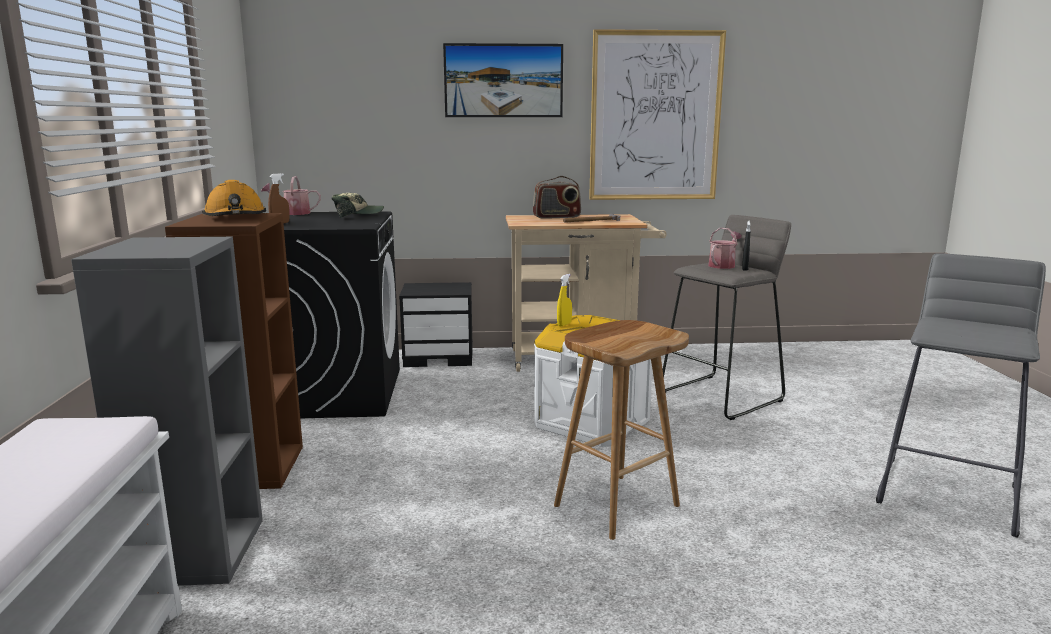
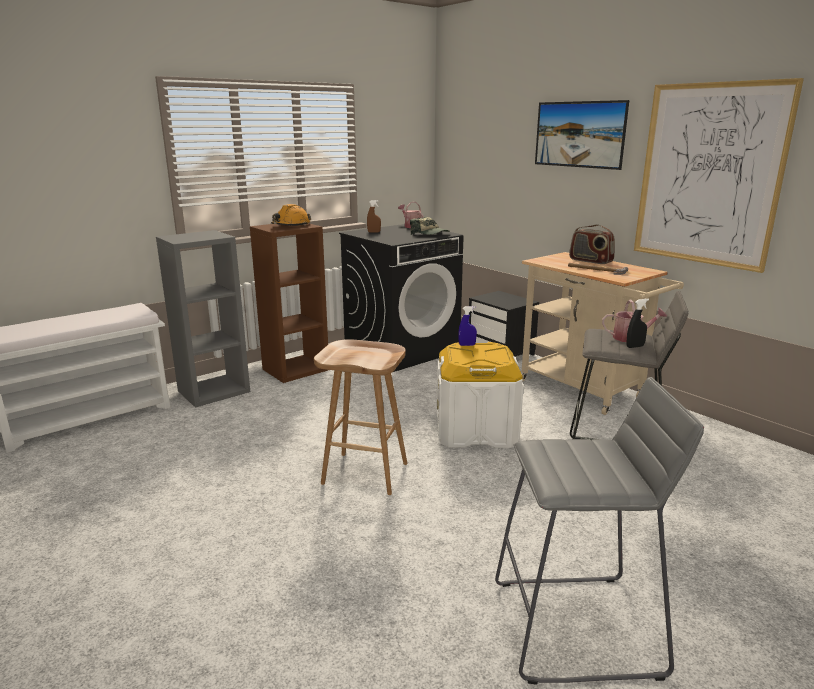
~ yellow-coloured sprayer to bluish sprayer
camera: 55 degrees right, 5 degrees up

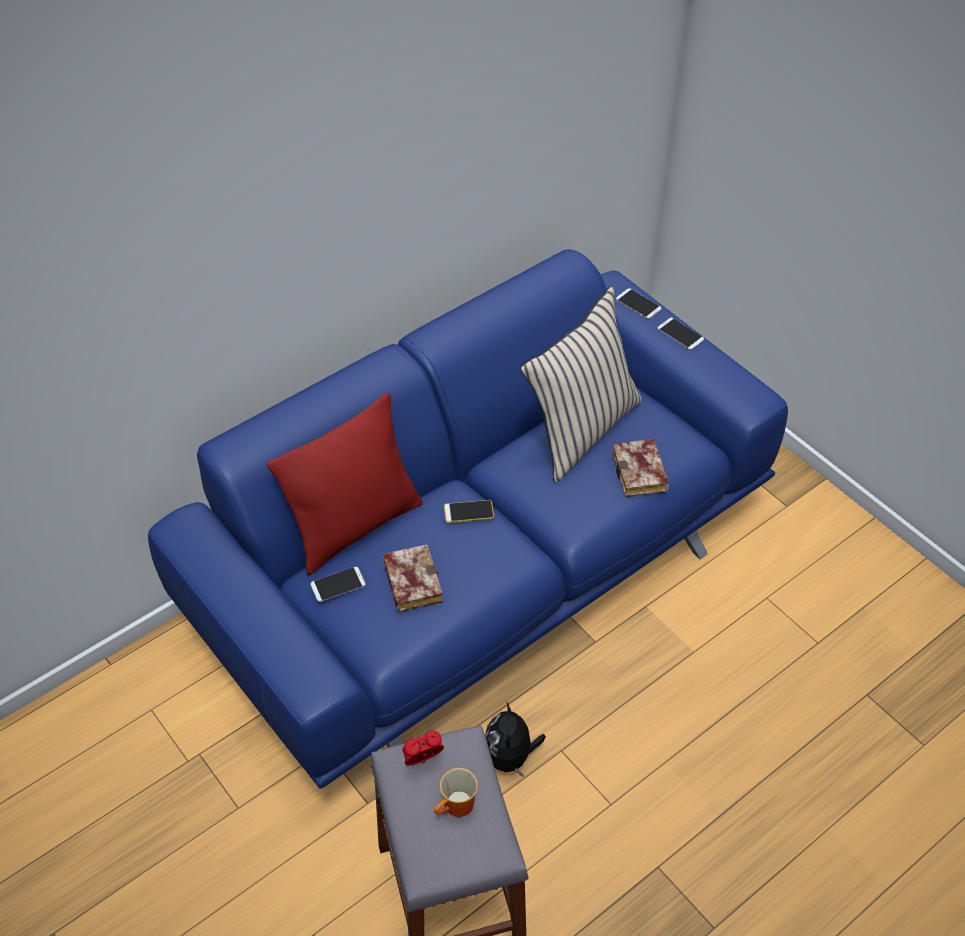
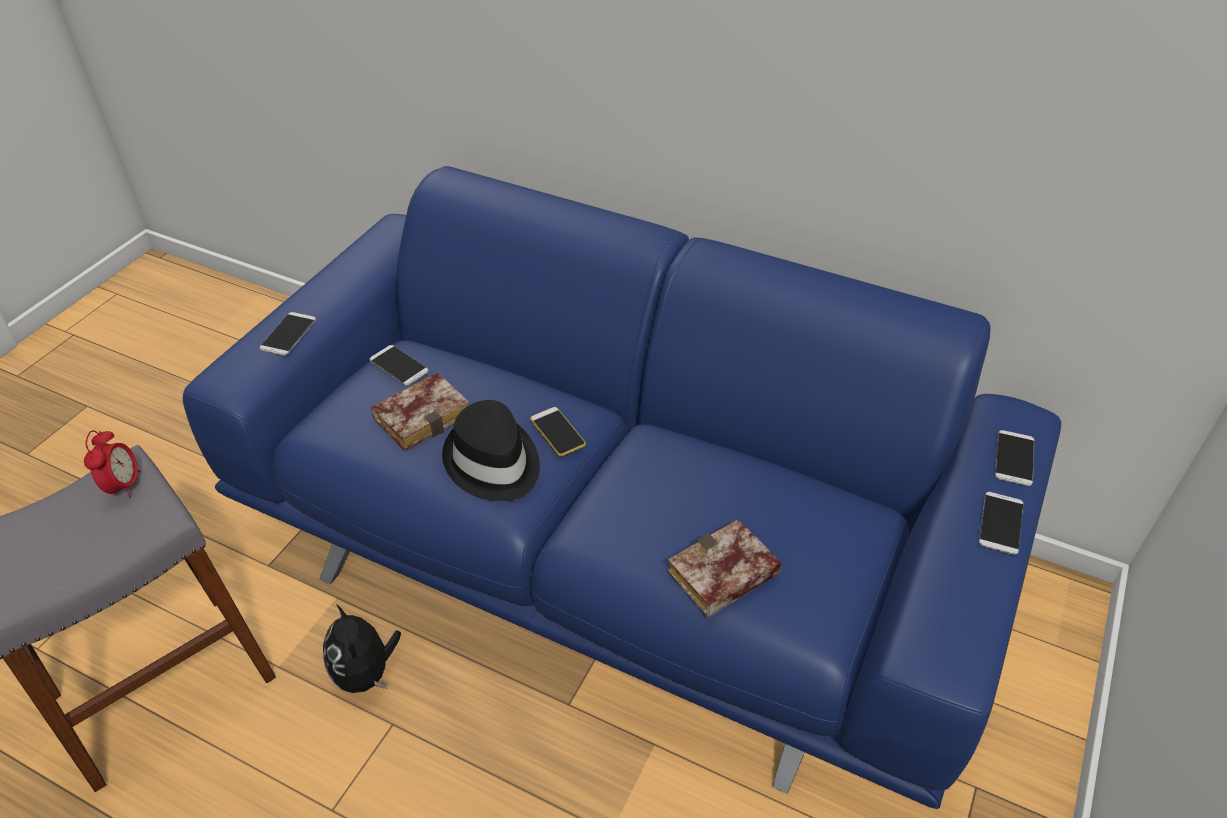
- red pillow
~ bedside clock 45 degrees clockwise
- mug
~ cuddly toy 90 degrees counterclockwise
- beige pillow
+ phone (no. 1 from left)
+ black clothing hat
camera: 65 degrees right, 5 degrees down

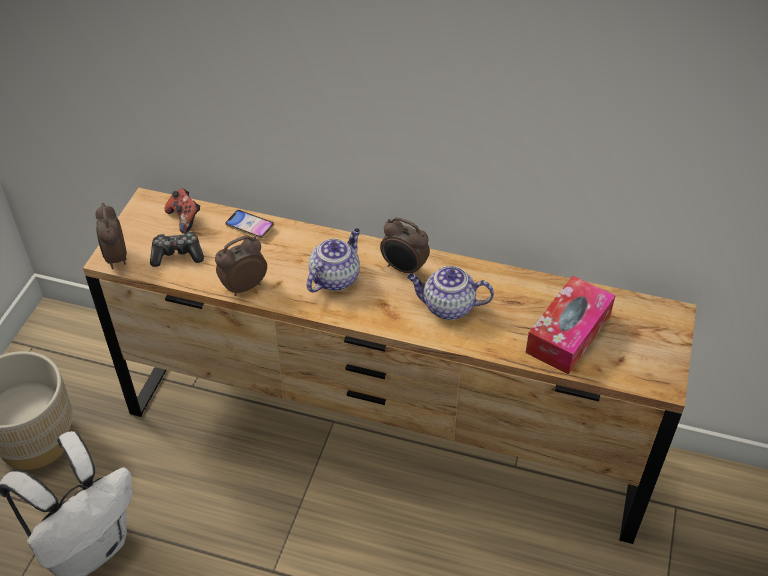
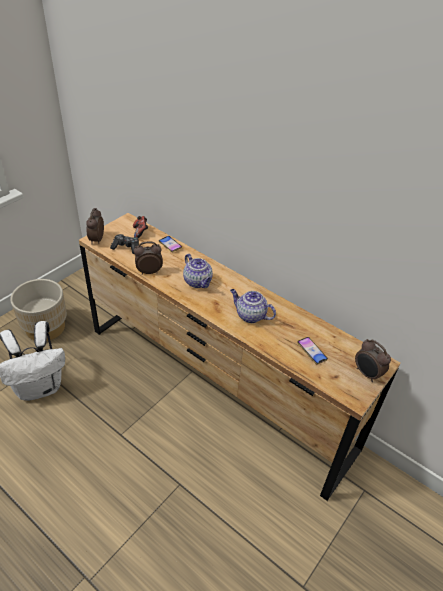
~ teapot (no. 1 from left) 90 degrees clockwise
~ bedside clock (no. 3 from left)
~ box of tissues to phone (no. 2 from left)
camera: 20 degrees right, 5 degrees down

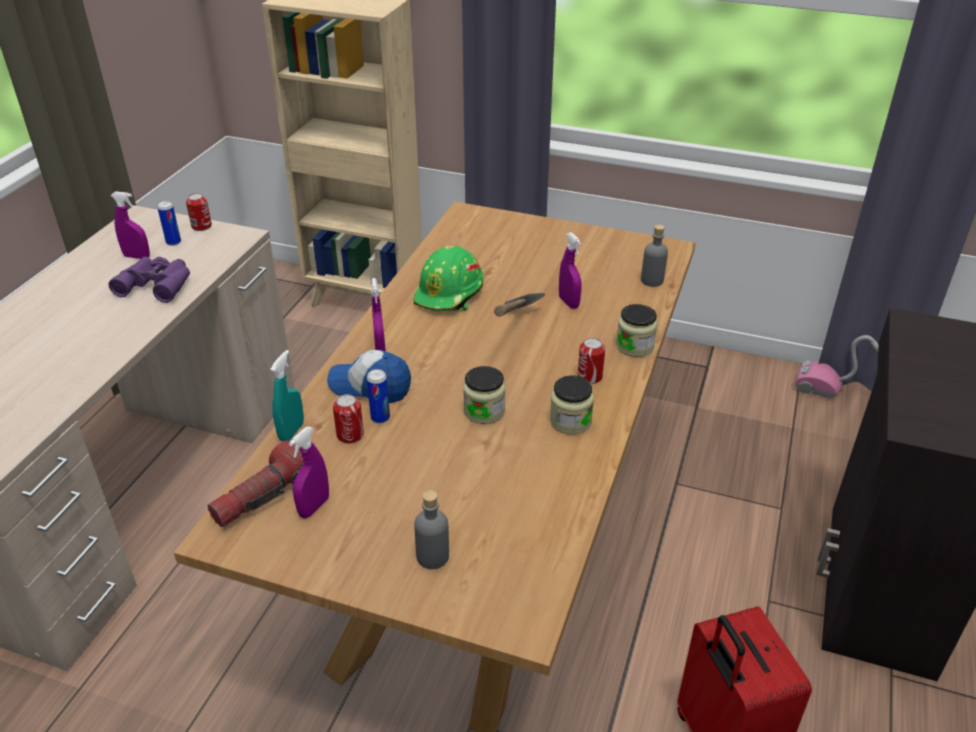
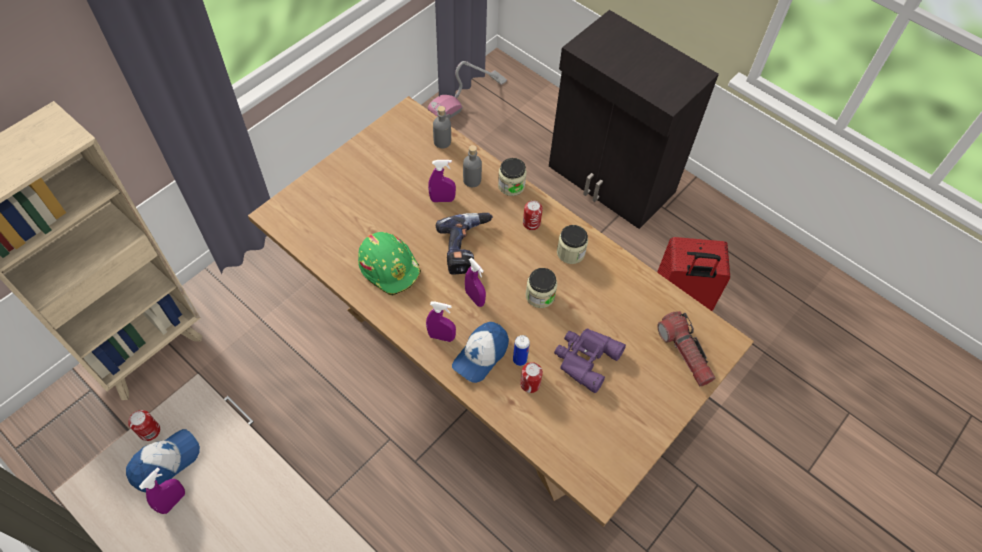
~ purplish binoculars
~ sealed can (no. 1 from left) to baseball cap (no. 1 from left)
~ hand torch
- turquoise sprayer
~ purplish sprayer (no. 2 from left in the first image) to purplish sprayer (no. 4 from left)
~ grey beverage bottle (no. 1 from left in the first image) to grey beverage bottle (no. 2 from left)
~ tool hammer to electric drill
camera: 70 degrees left, 20 degrees up

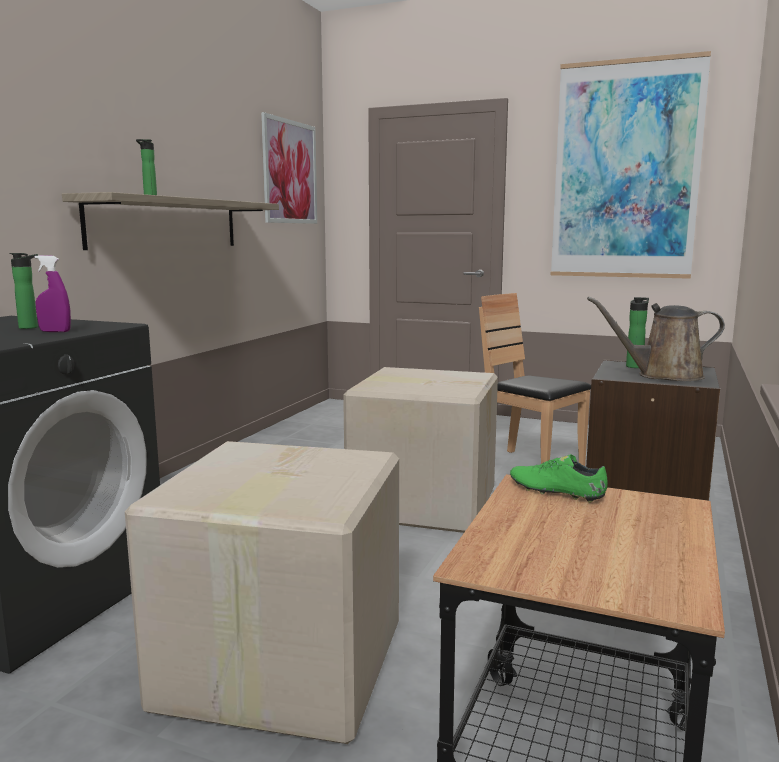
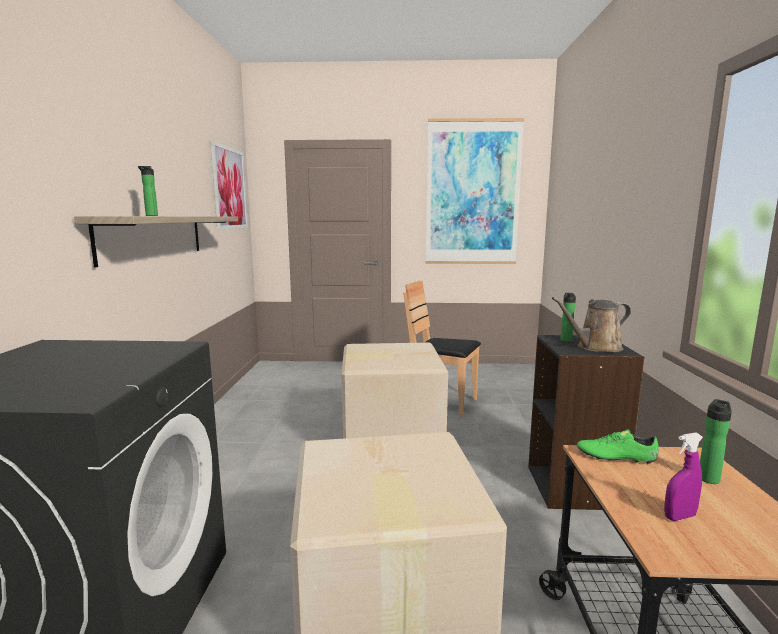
~ beverage bottle (no. 1 from left in the first image) to beverage bottle (no. 3 from left)
~ purplish sprayer
camera: 20 degrees left, 0 degrees up

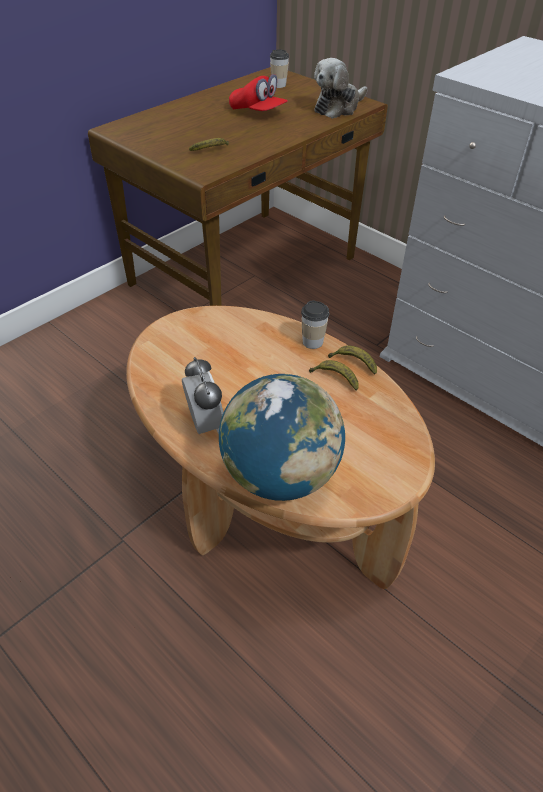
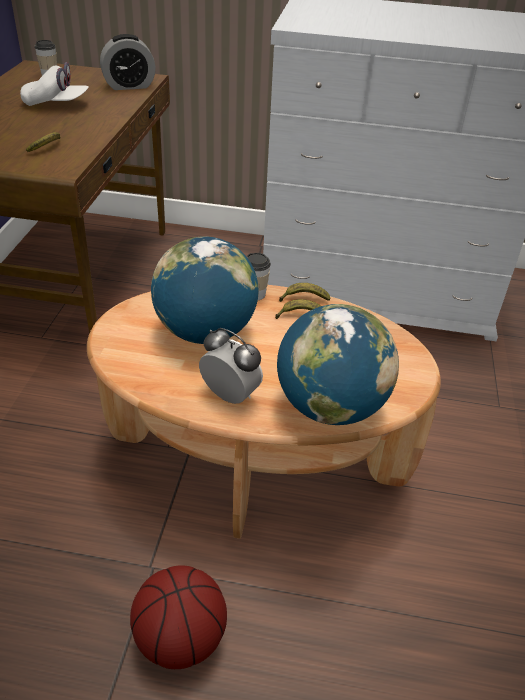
~ red baseball cap to white baseball cap
~ cuddly toy to bedside clock (no. 1 from left)
+ basketball
+ globe (no. 1 from left)
camera: 35 degrees left, 5 degrees down

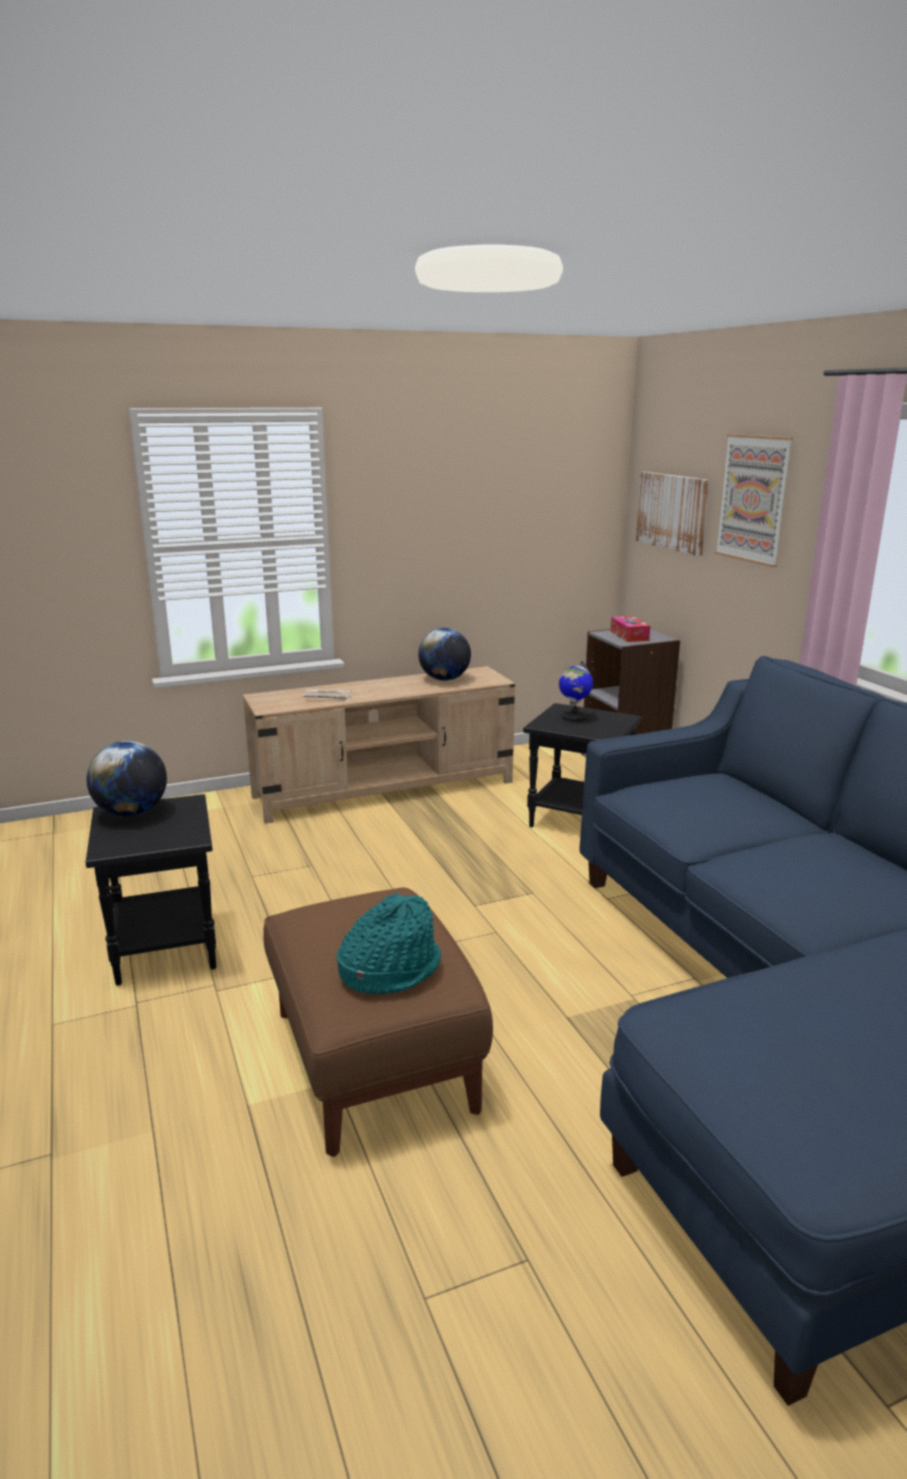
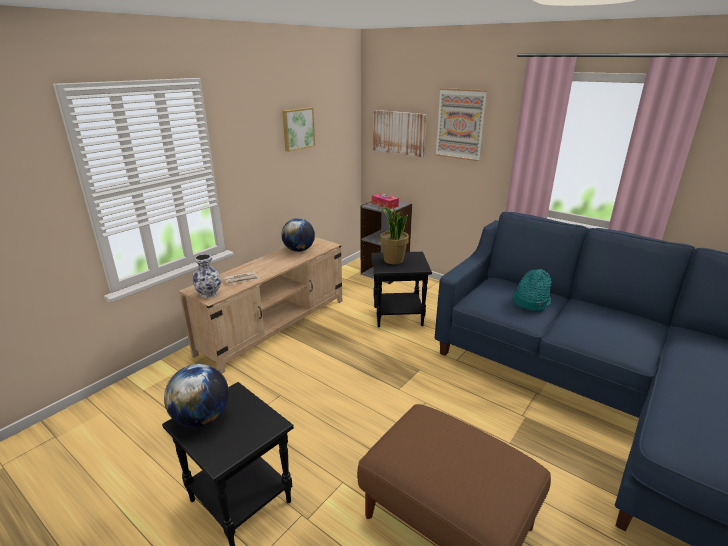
~ turquoise clothing hat
~ globe (no. 3 from left) to houseplant
+ flower vase
+ wall picture (no. 1 from left)
camera: 30 degrees left, 5 degrees up

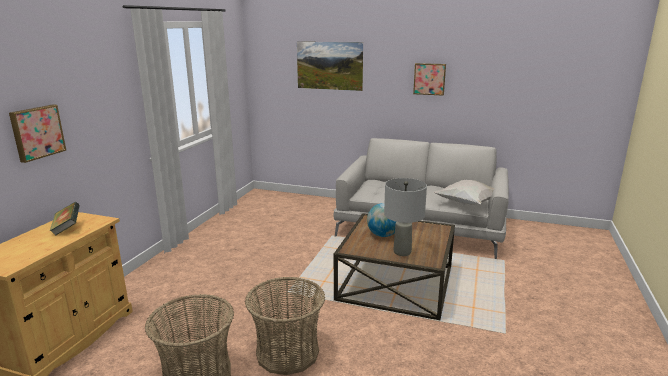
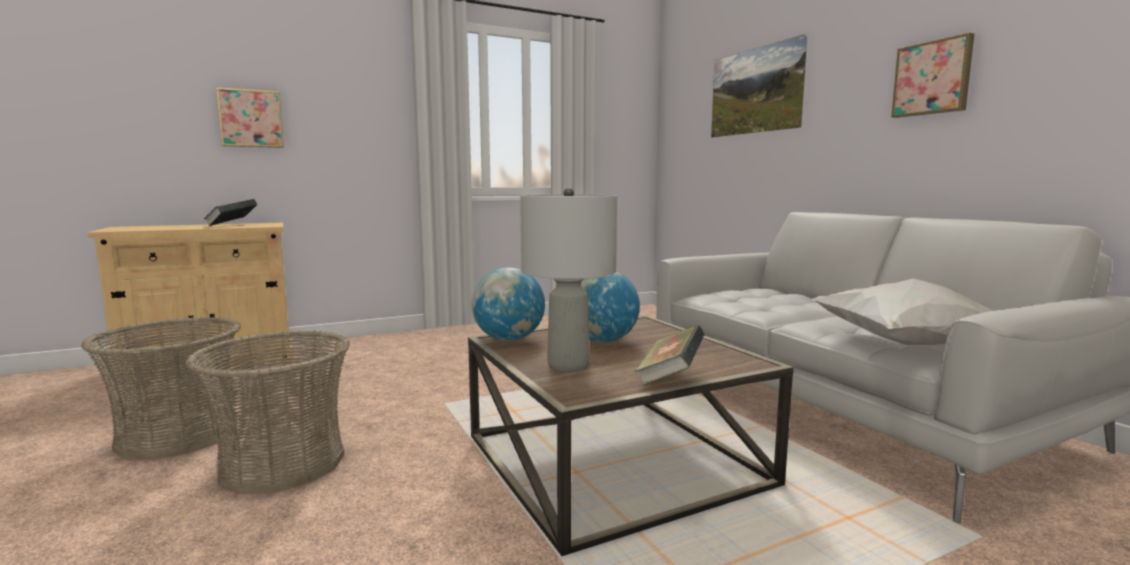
+ globe (no. 1 from left)
+ volume (no. 2 from left)
camera: 45 degrees right, 10 degrees down

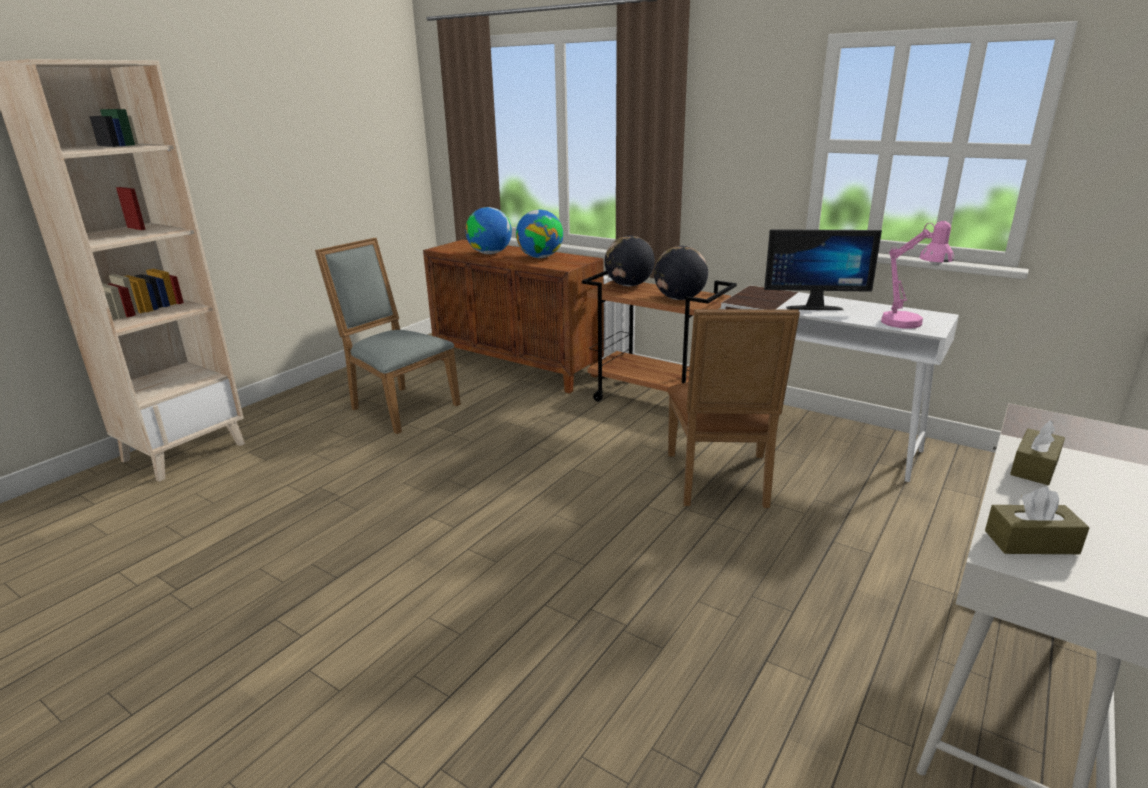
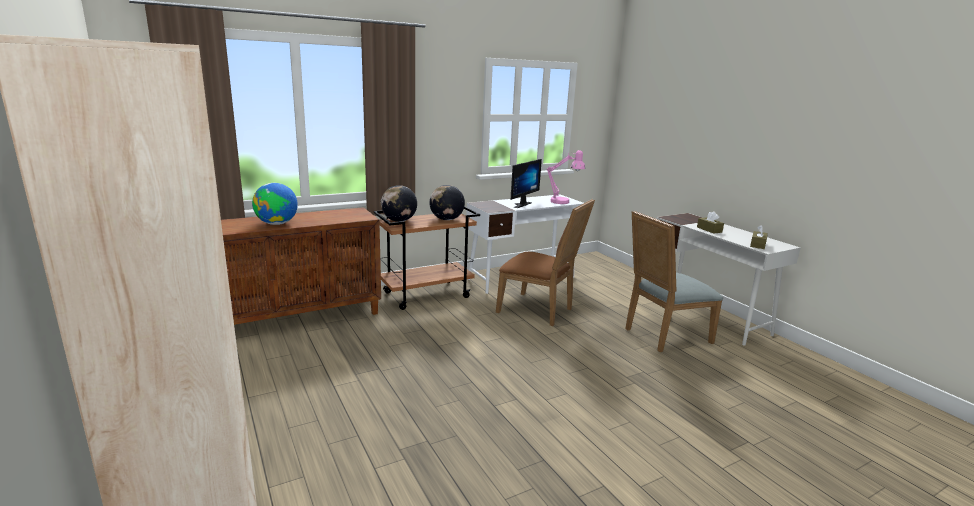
~ grey chair
- globe (no. 2 from left)
camera: 65 degrees left, 5 degrees down

